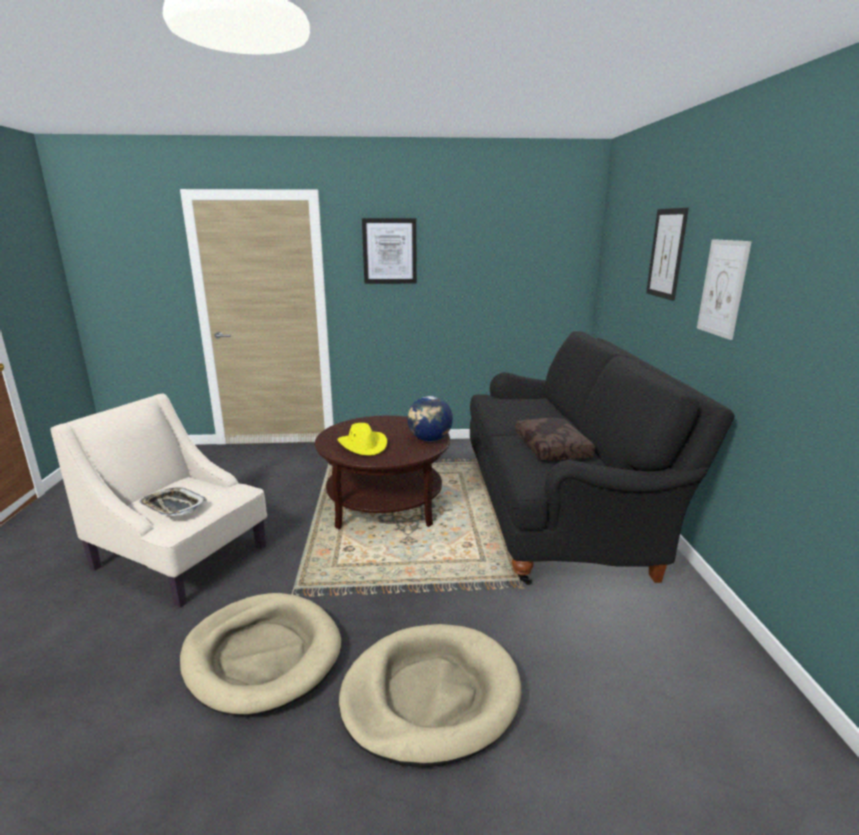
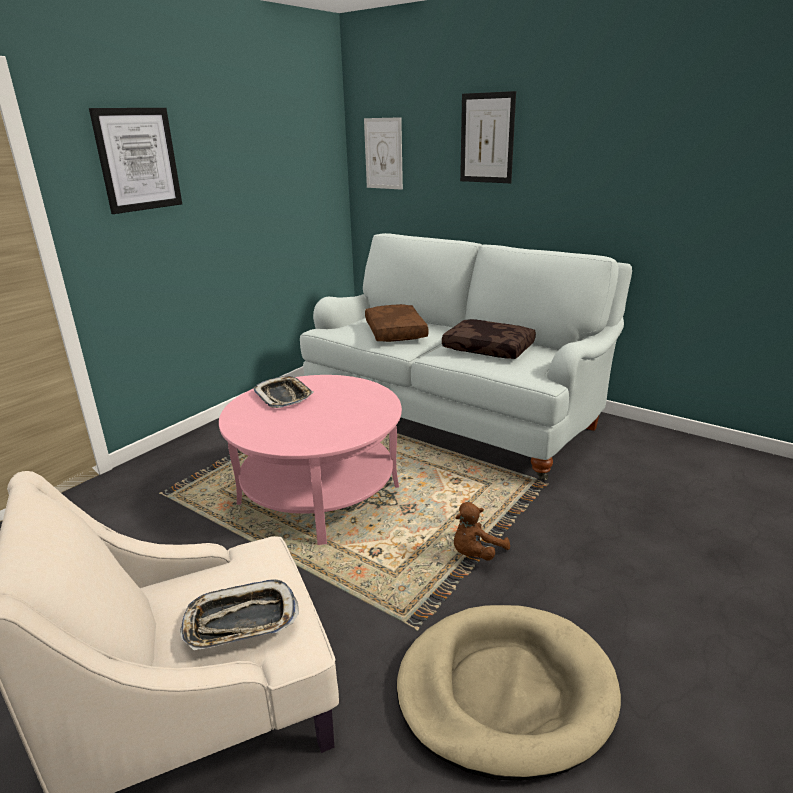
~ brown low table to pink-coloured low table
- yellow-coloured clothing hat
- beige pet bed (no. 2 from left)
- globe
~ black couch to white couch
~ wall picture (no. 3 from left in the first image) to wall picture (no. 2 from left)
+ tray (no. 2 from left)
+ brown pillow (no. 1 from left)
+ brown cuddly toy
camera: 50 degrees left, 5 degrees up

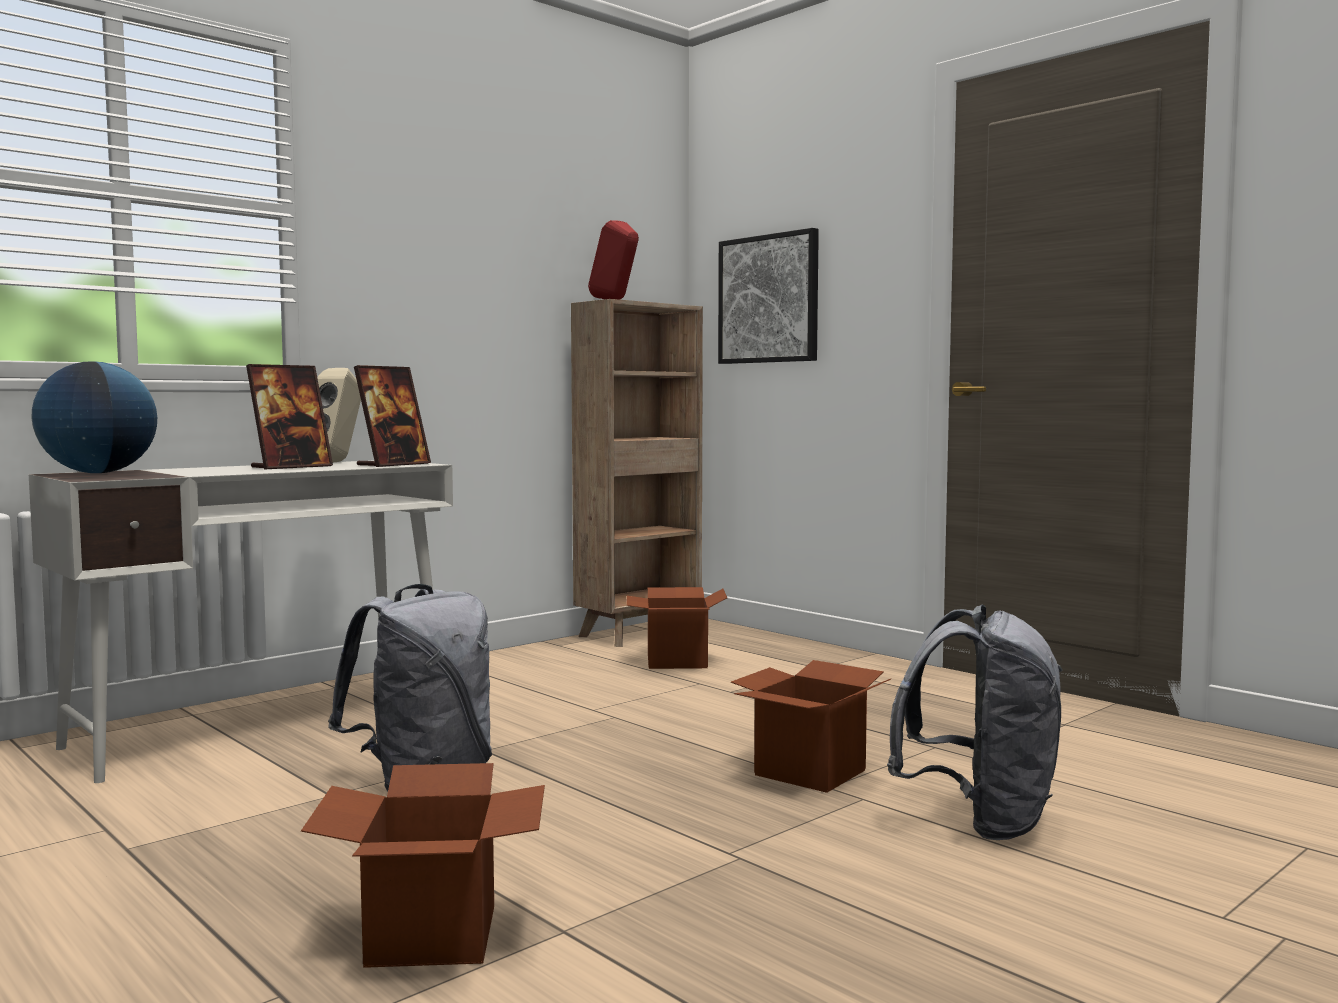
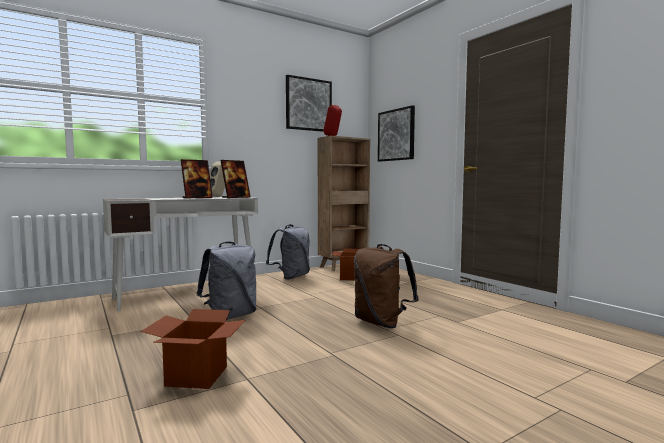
- globe
~ packing box (no. 3 from left) to brown rucksack
~ grey rucksack (no. 2 from left)
+ wall picture (no. 1 from left)
camera: 10 degrees right, 0 degrees up

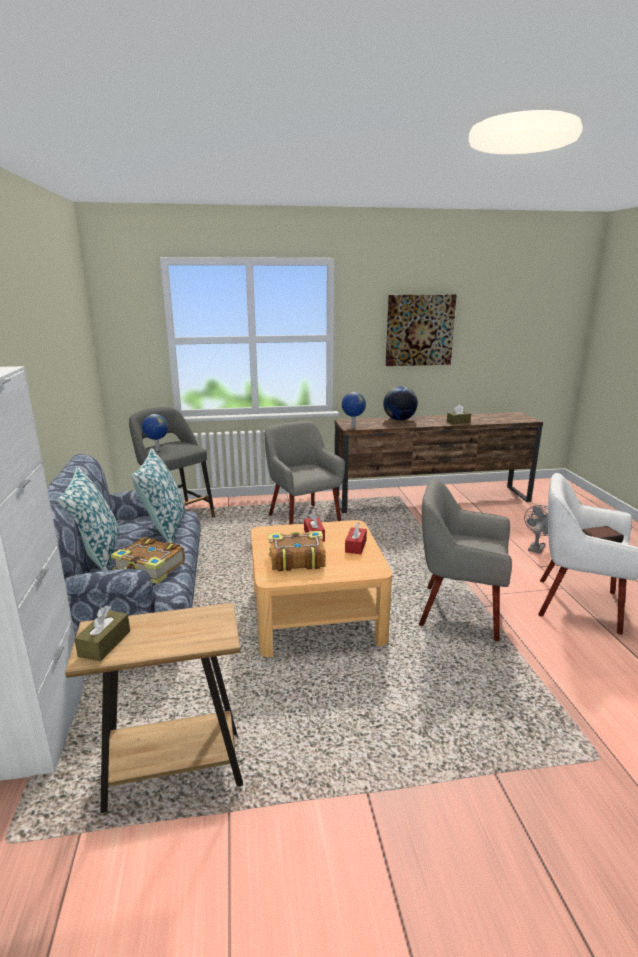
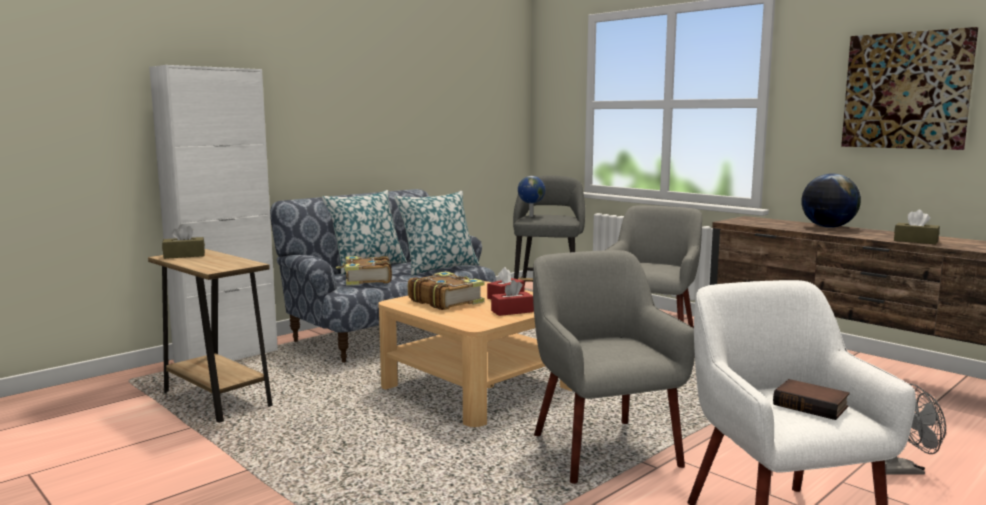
- globe (no. 2 from left)
camera: 55 degrees right, 10 degrees down

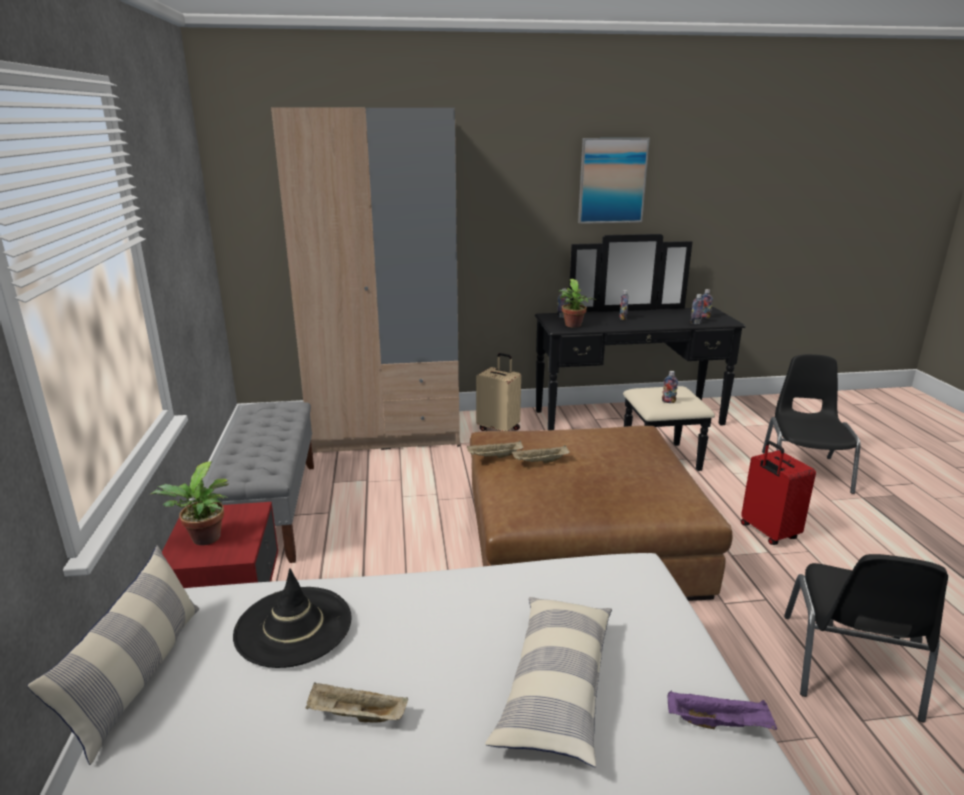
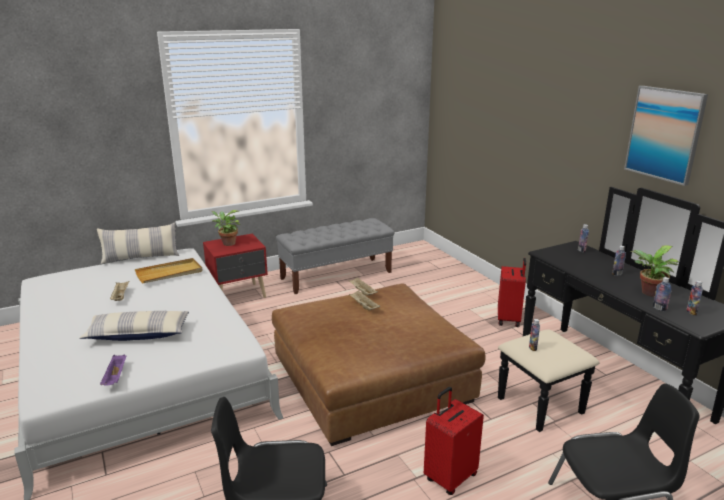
~ black clothing hat to beige tray (no. 2 from left)
- beige clothes cupboard
~ beige suitcase to red suitcase (no. 2 from left)
~ houseplant (no. 2 from left)
camera: 70 degrees right, 0 degrees up

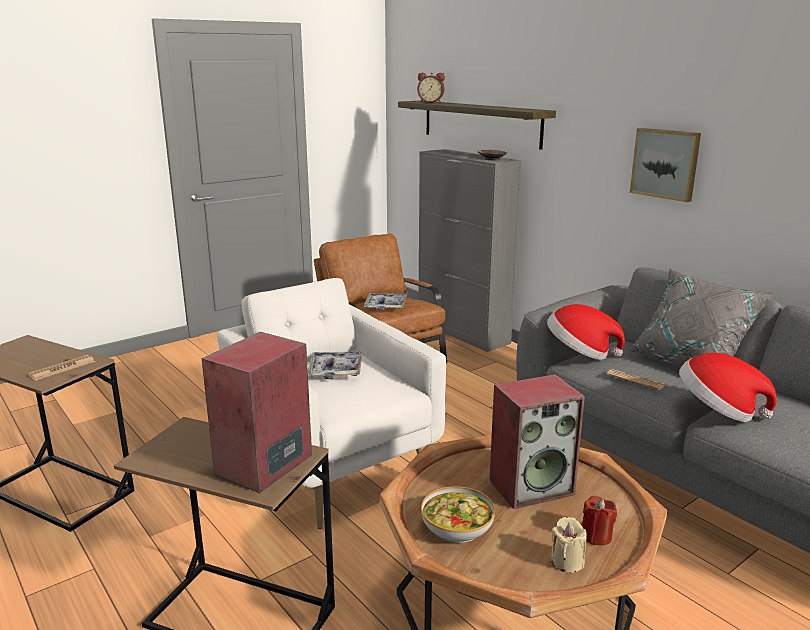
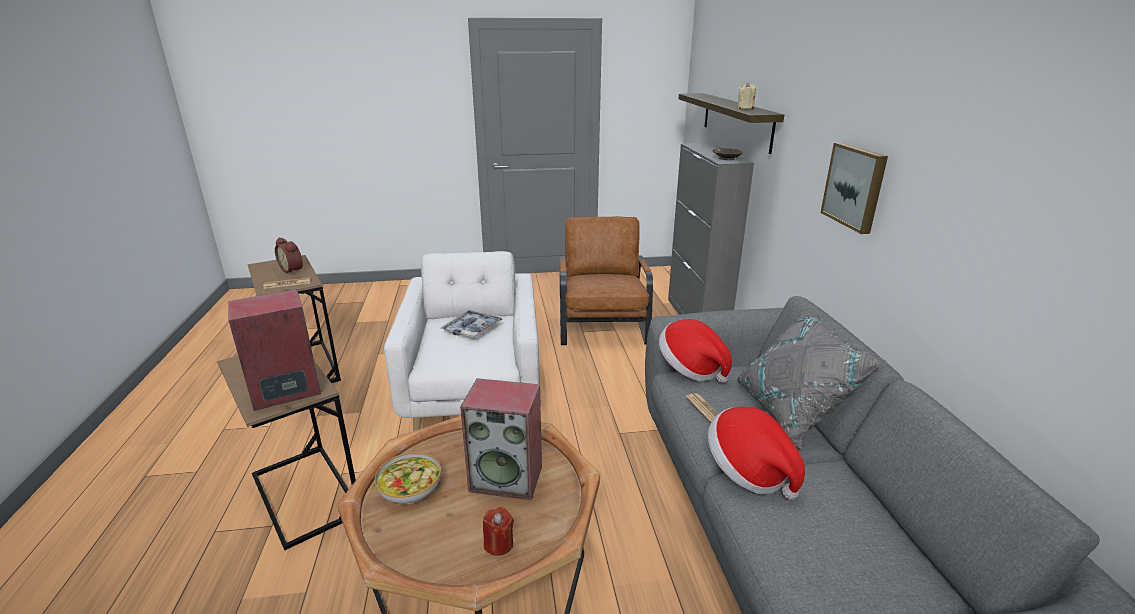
- tray (no. 2 from left)
~ bedside clock
~ beige wax candle
camera: 30 degrees right, 5 degrees up

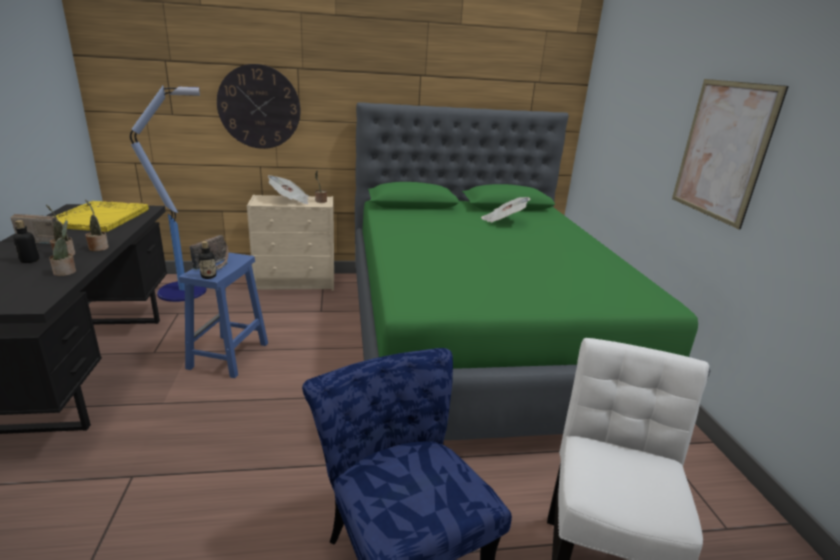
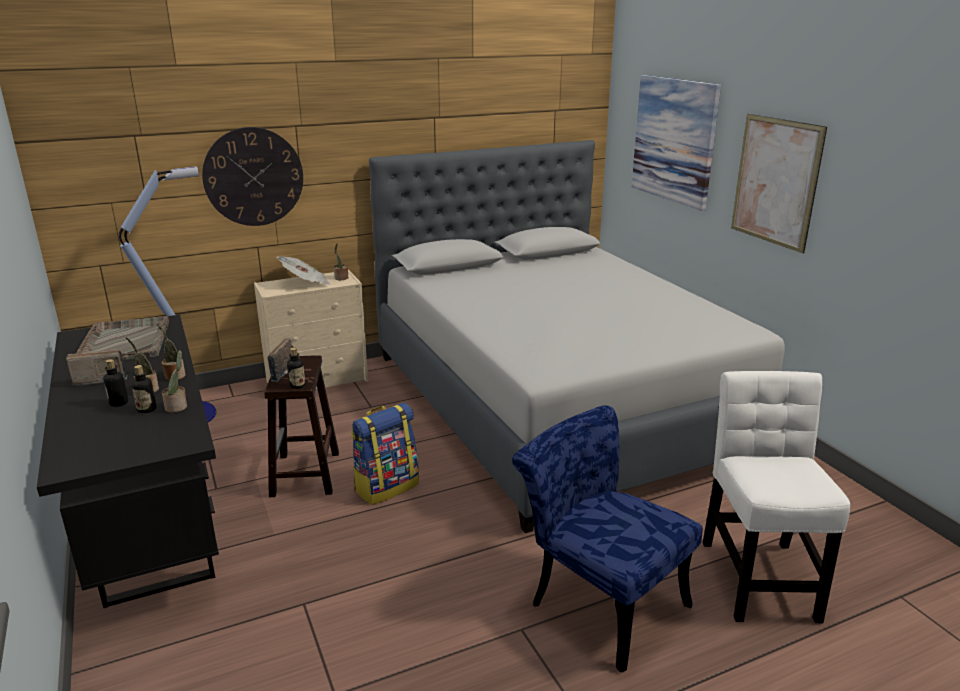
~ yellow-coloured tray to grey tray
~ bluish sitting stool to brown sitting stool
~ green bed to grey bed
- newspaper (no. 2 from left)
+ beverage bottle (no. 2 from left)
+ rucksack
+ wall picture (no. 1 from left)
camera: 15 degrees left, 0 degrees up

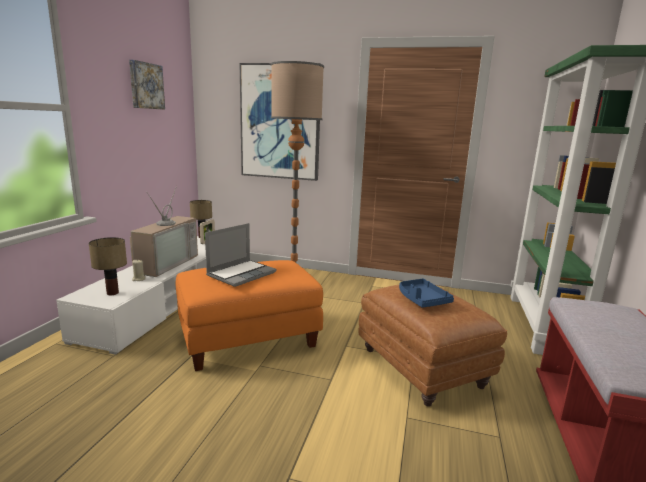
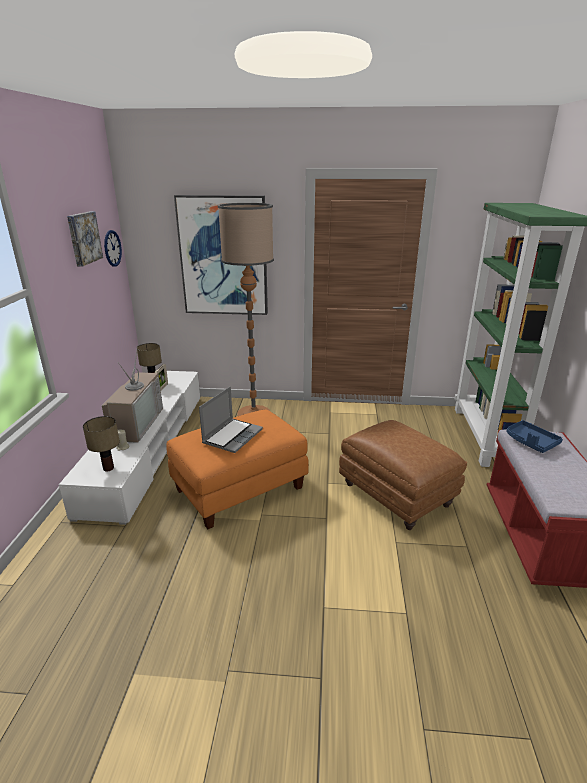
~ bluish tray
+ wall clock
camera: 10 degrees left, 10 degrees up

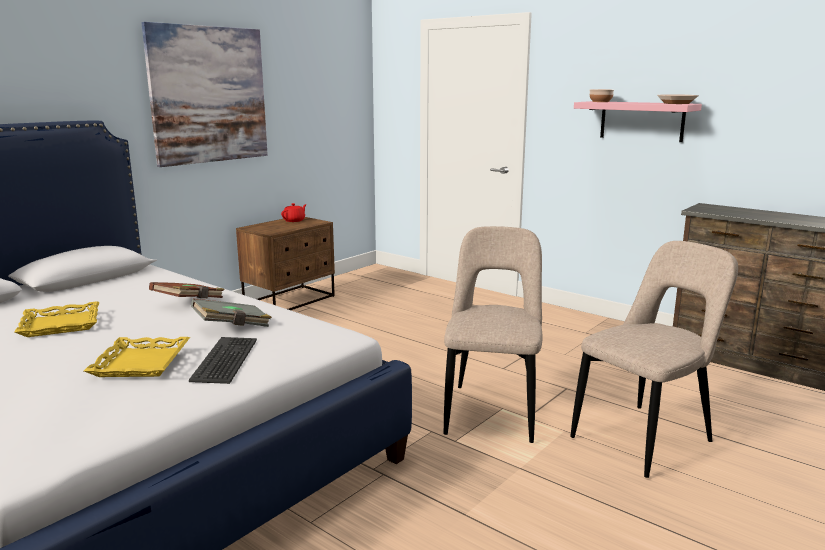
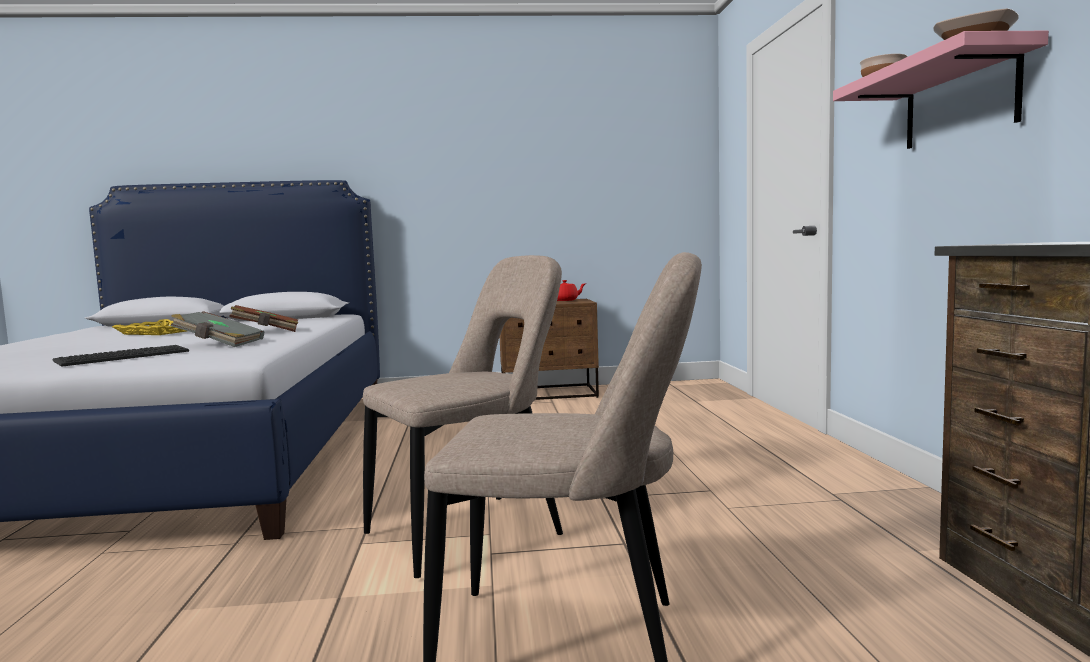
- yellow-coloured tray (no. 2 from left)
- wall picture
camera: 45 degrees right, 10 degrees down

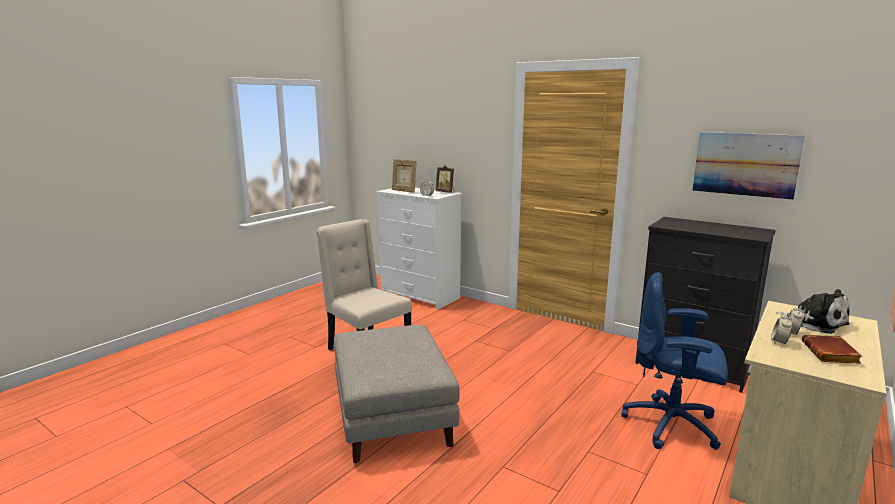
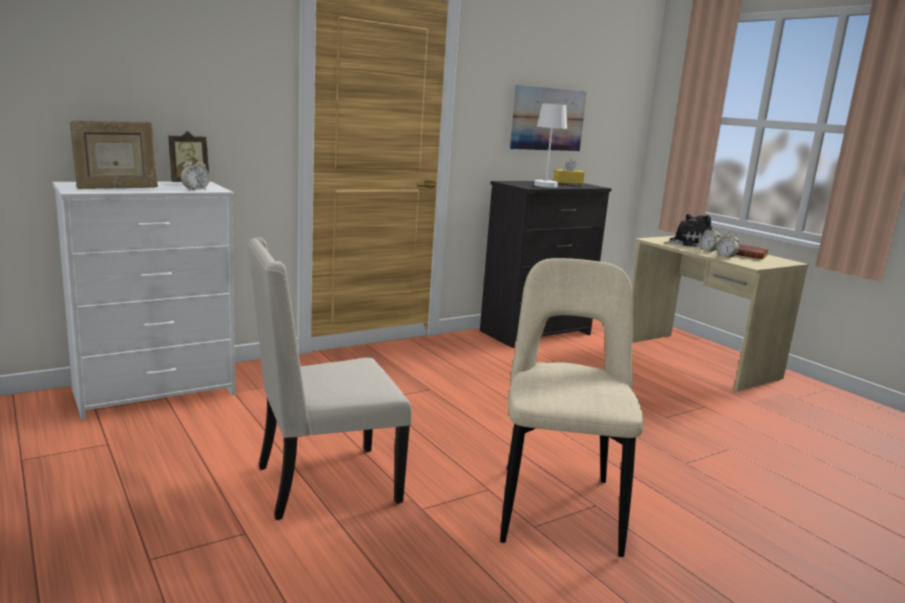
~ grey ottoman to beige chair (no. 2 from left)
- bluish office chair
+ white tabletop lamp
+ yellow-coloured box of tissues
camera: 70 degrees left, 0 degrees up

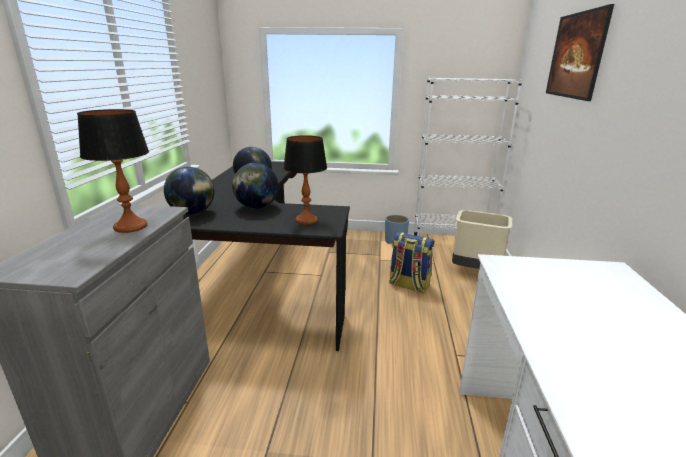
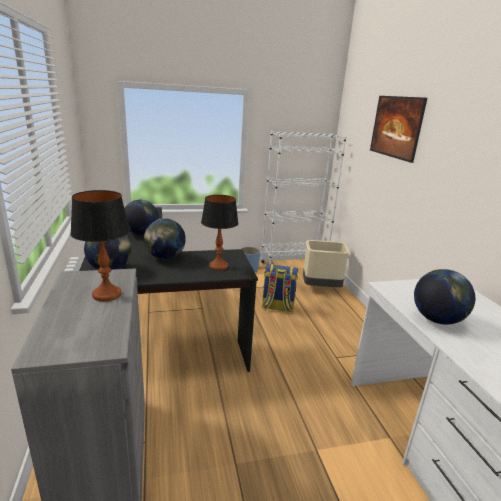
+ globe (no. 4 from left)
camera: 20 degrees left, 0 degrees up

